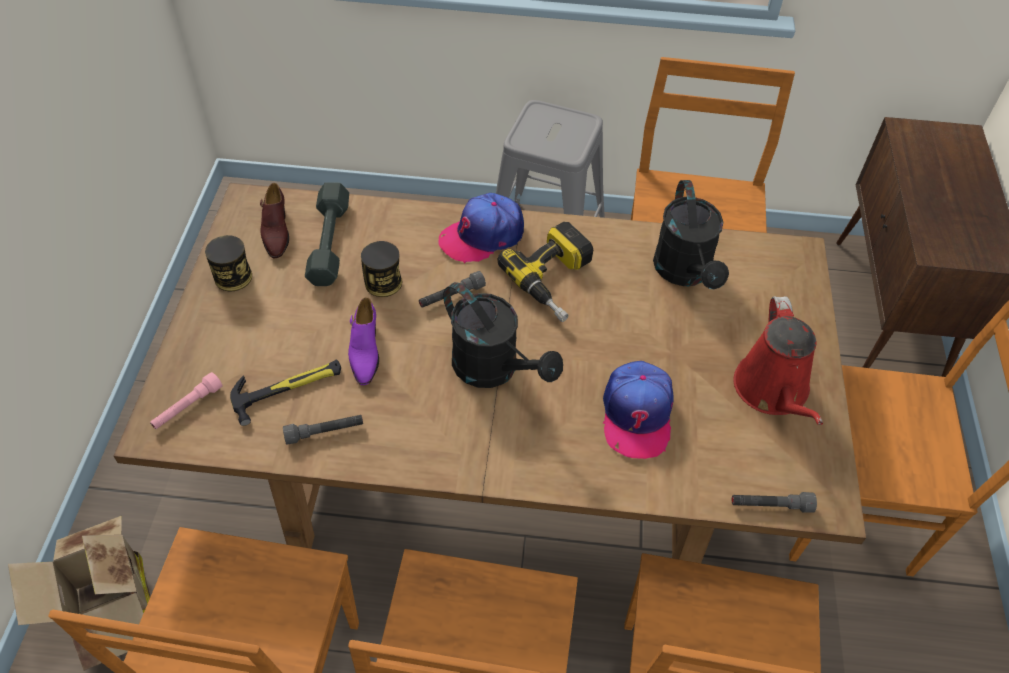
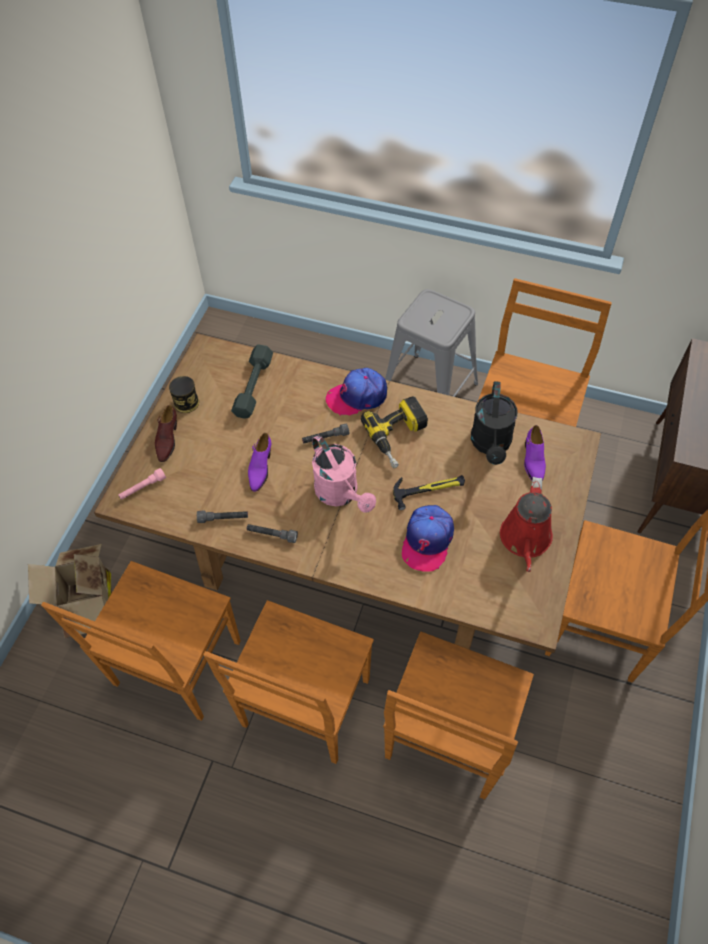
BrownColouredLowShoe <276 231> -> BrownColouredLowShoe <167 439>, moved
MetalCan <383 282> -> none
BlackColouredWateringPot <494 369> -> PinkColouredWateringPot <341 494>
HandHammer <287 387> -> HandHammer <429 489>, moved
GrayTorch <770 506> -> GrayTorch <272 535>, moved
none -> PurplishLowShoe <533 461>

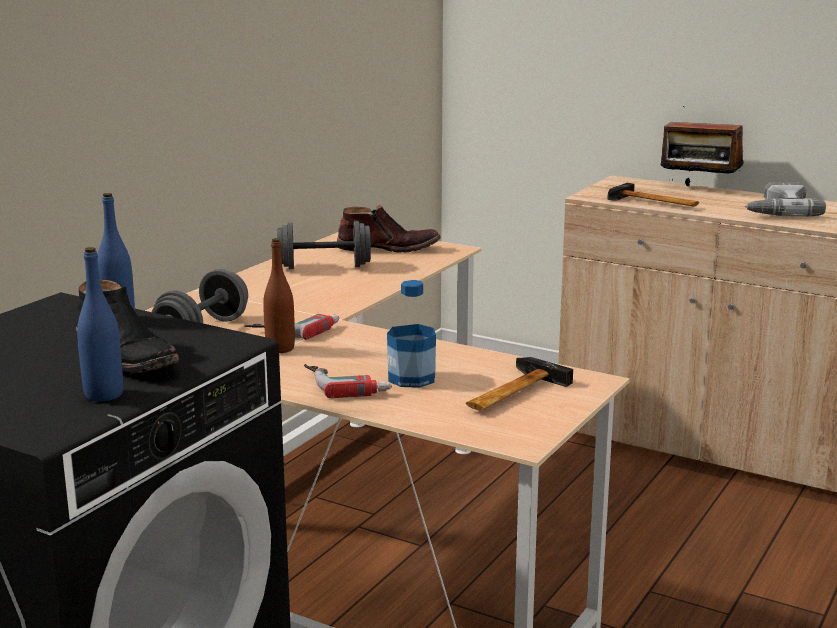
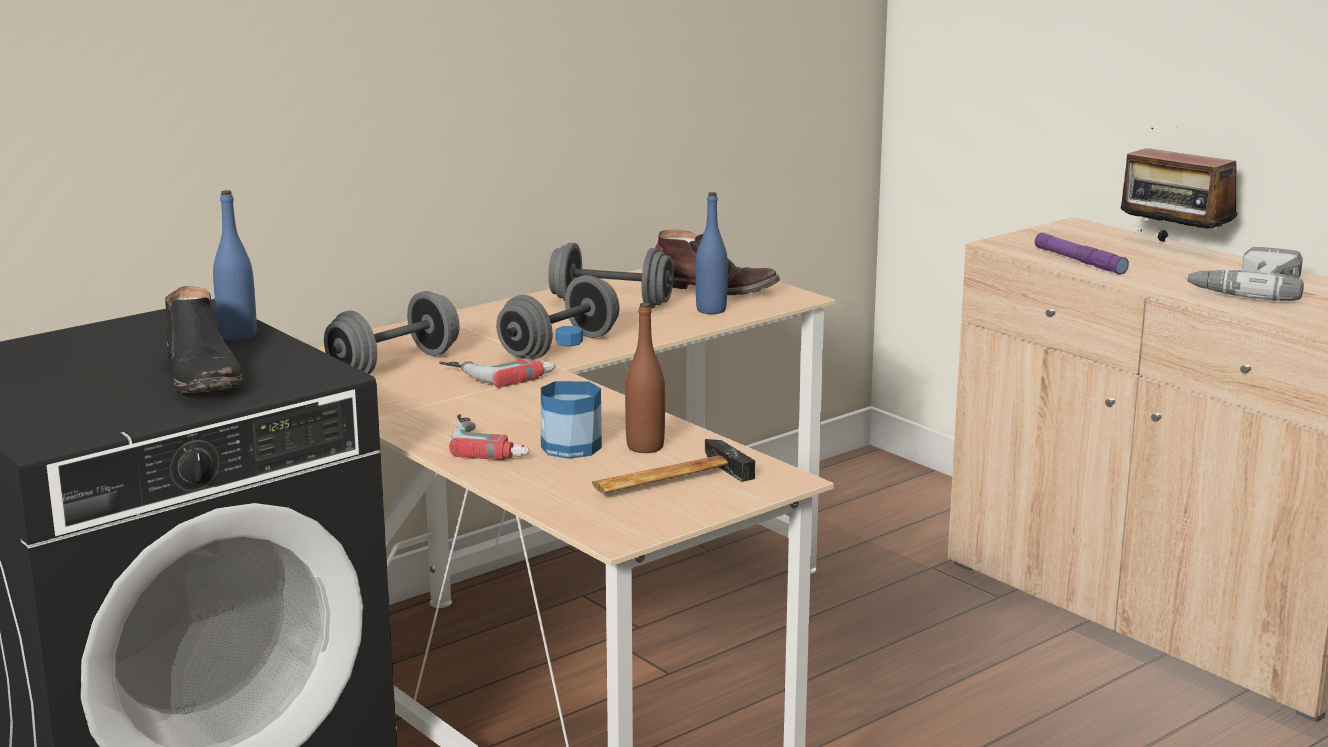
HandHammer <653 203> -> PurplishTorch <1079 261>
BrownColouredDrinkBottle <280 348> -> BrownColouredDrinkBottle <645 447>, moved
BlueDrinkBottle <104 395> -> BlueDrinkBottle <711 310>, moved
none -> GrayFreeWeight <559 347>

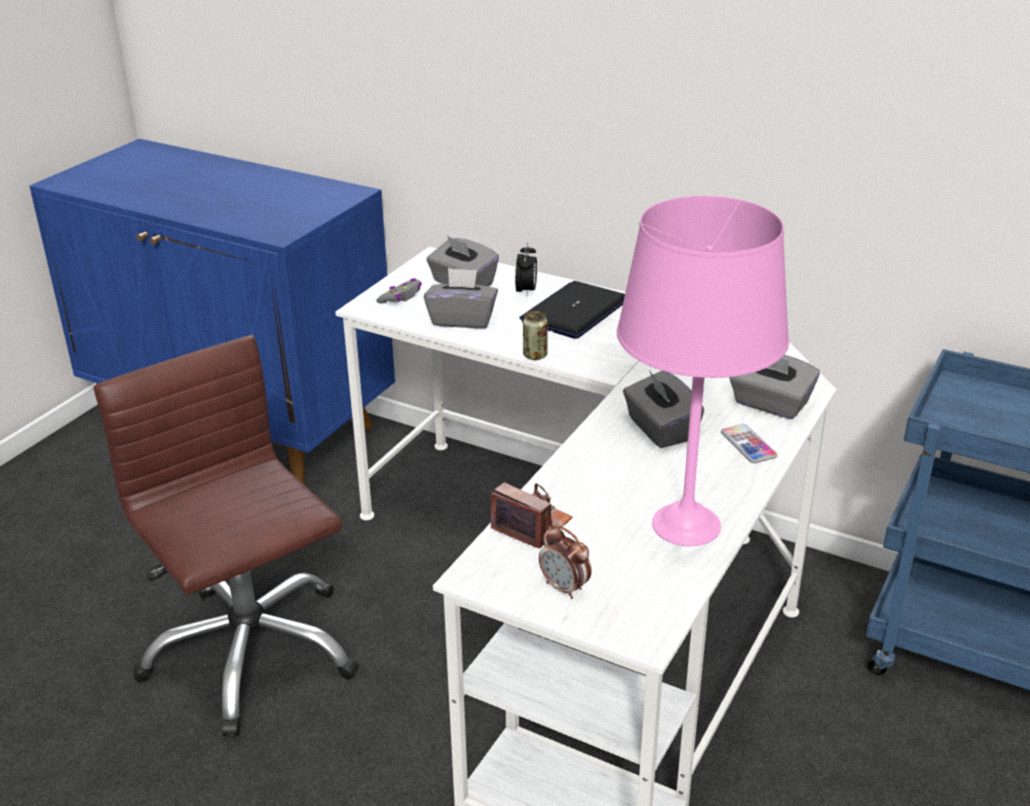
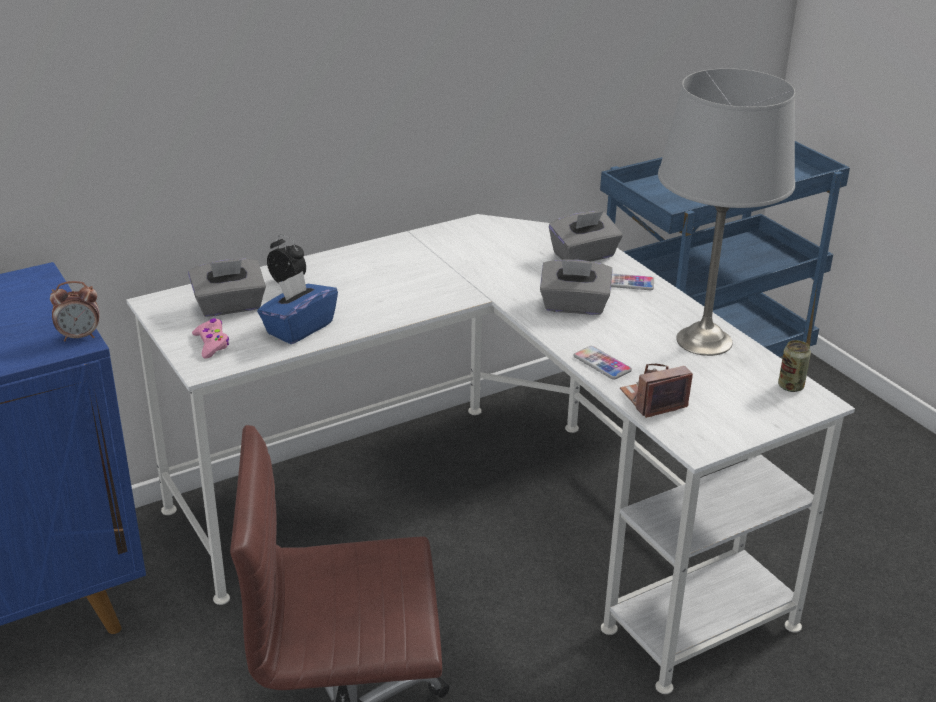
PinkColouredTableLamp <687 524> -> GrayTableLamp <704 340>
GrayTissueBox <462 320> -> BlueTissueBox <299 328>
GrayGamepad <401 297> -> PinkColouredGamepad <212 344>
NotebookComputer <574 311> -> none
MetalCan <535 355> -> MetalCan <790 386>, moved
TableClock <564 588> -> TableClock <80 336>, moved
none -> Handset <602 364>

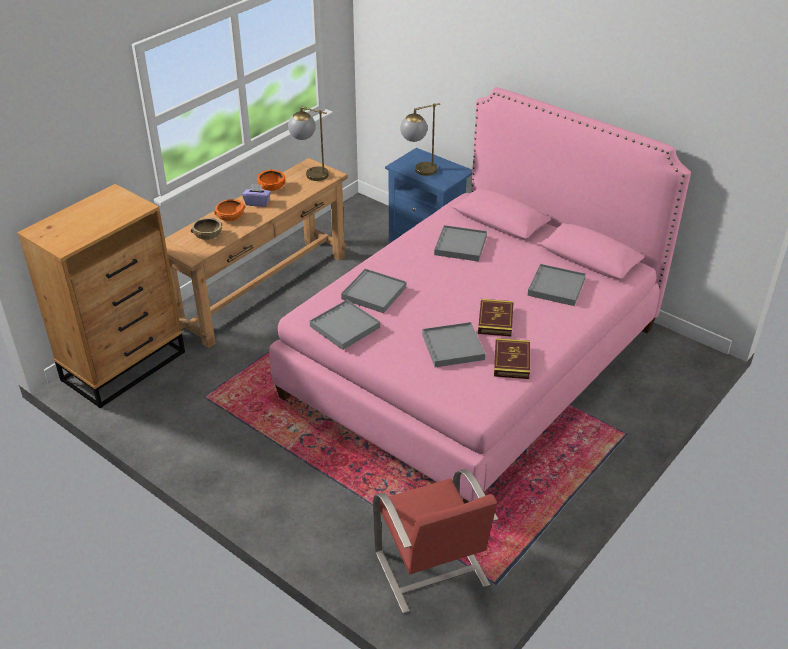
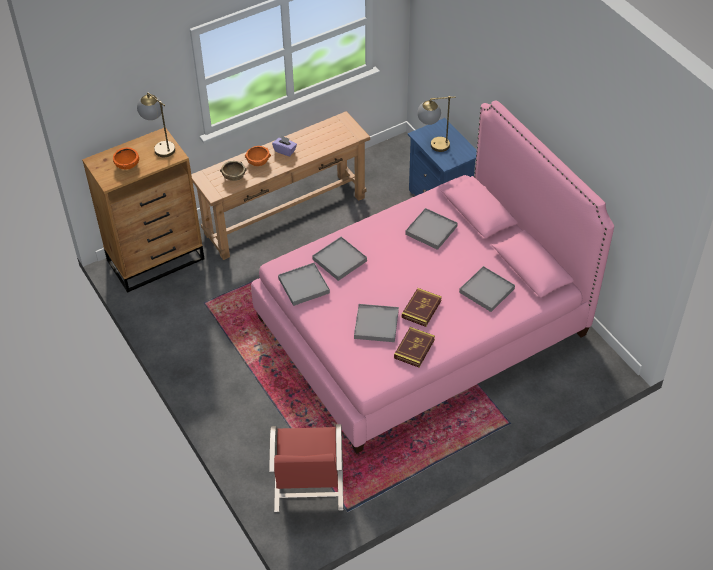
TableLamp <310 173> -> TableLamp <159 146>, moved
OrangeServingBowl <272 187> -> OrangeServingBowl <127 164>, moved

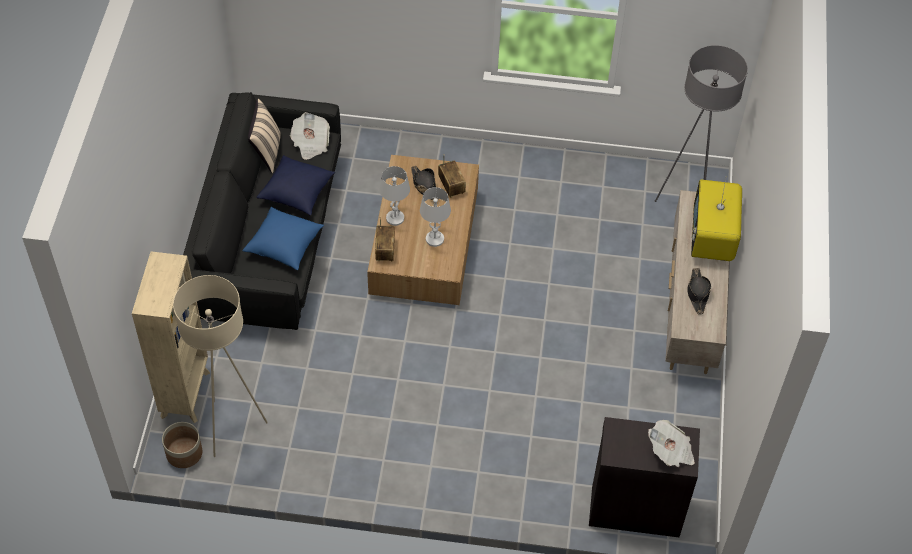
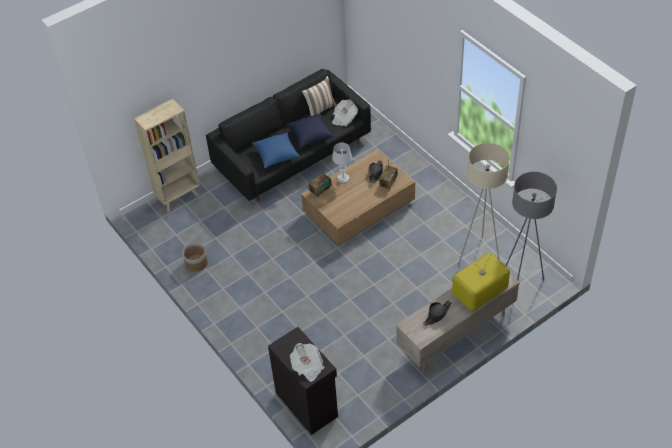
WhiteColouredTableLamp <435 239> -> none
SandColouredFloorLamp <231 427> -> SandColouredFloorLamp <479 254>, moved
Planter <184 453> -> Planter <196 263>, moved

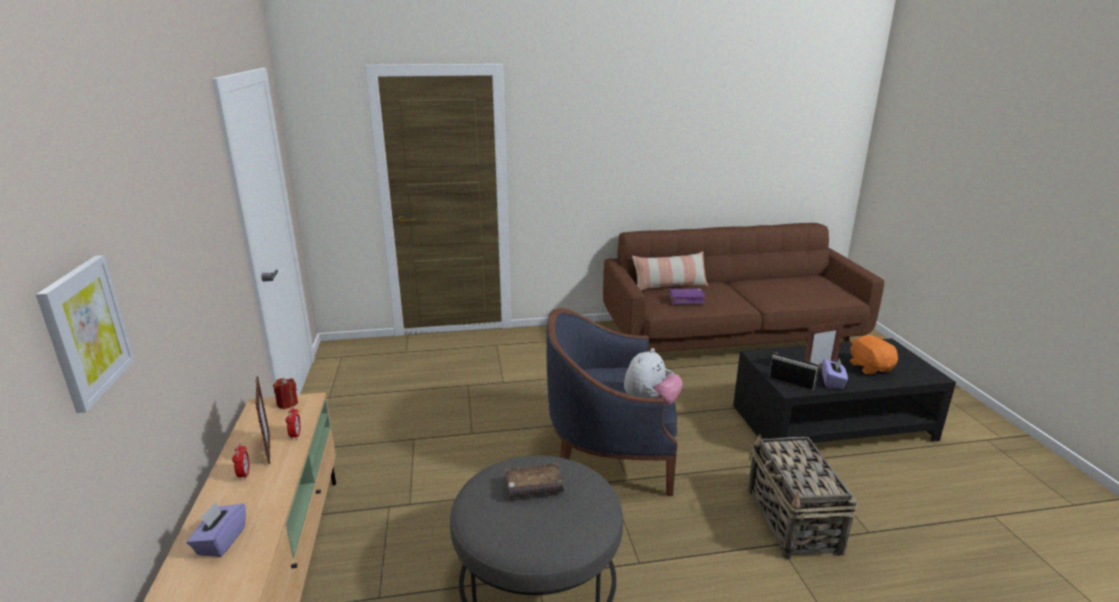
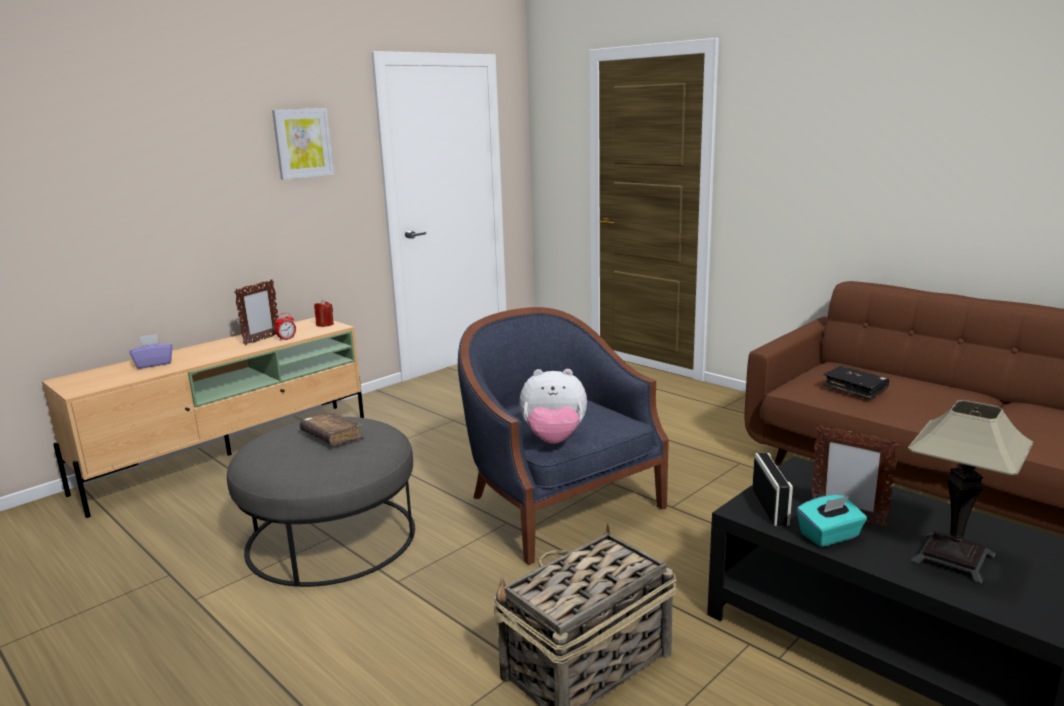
Pillow <669 286> -> none
Picture <86 331> -> Picture <302 143>, moved
PurplishBoundBook <686 300> -> BlackColouredBoundBook <855 389>
OrangeCuddlyToy <870 367> -> TableLamp <952 558>
PurplishTissueBox <832 382> -> TurquoiseTissueBox <829 536>
TableClock <244 474> -> none

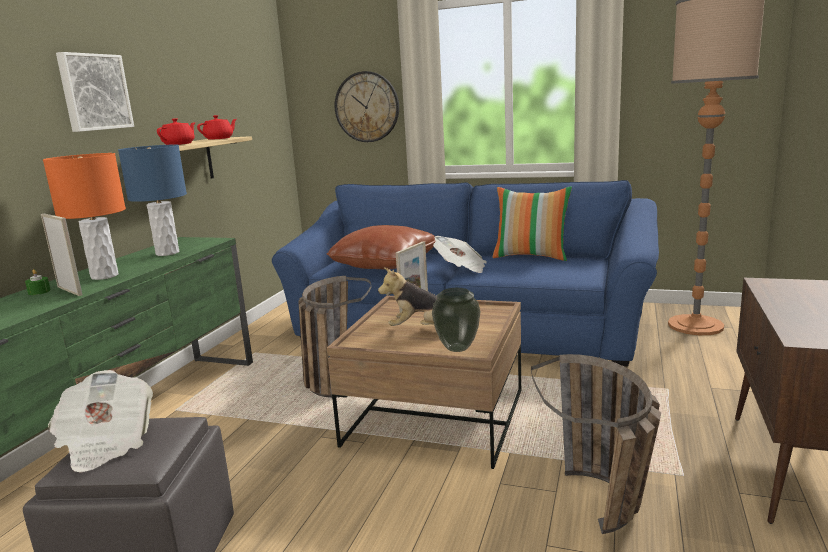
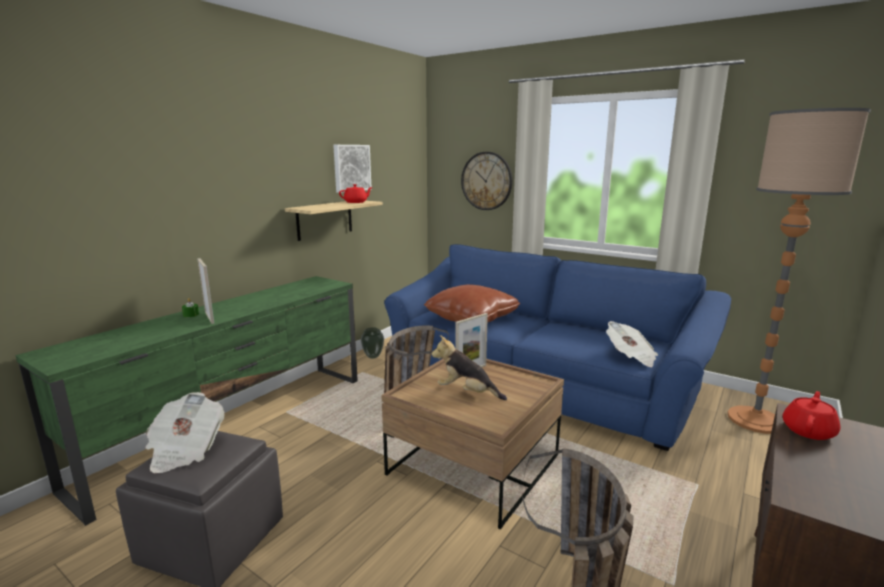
Picture <94 92> -> Picture <351 168>, moved
RedColouredPotForTea <179 144> -> RedColouredPotForTea <808 430>, moved
BlueTableLamp <167 253> -> none
OrangeTableLamp <104 276> -> none
Pillow <531 256> -> none
Newspaper <461 268> -> Newspaper <630 357>, moved
FlowerVase <458 348> -> FlowerVase <373 356>, moved

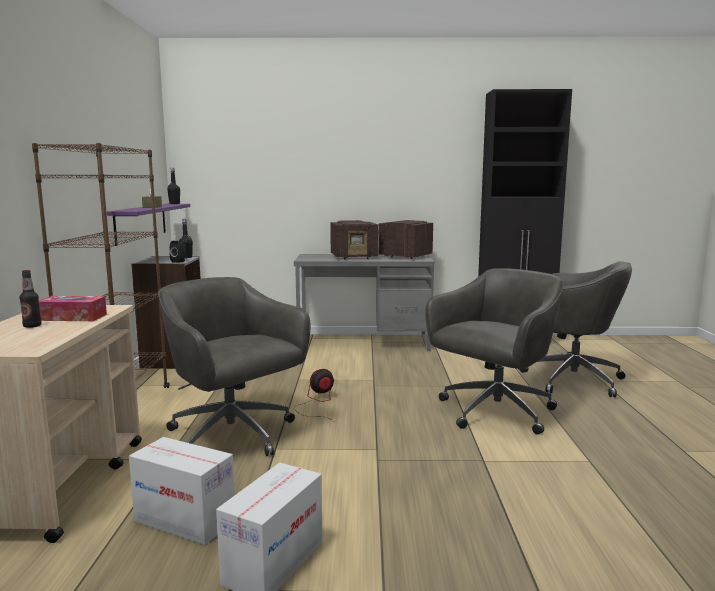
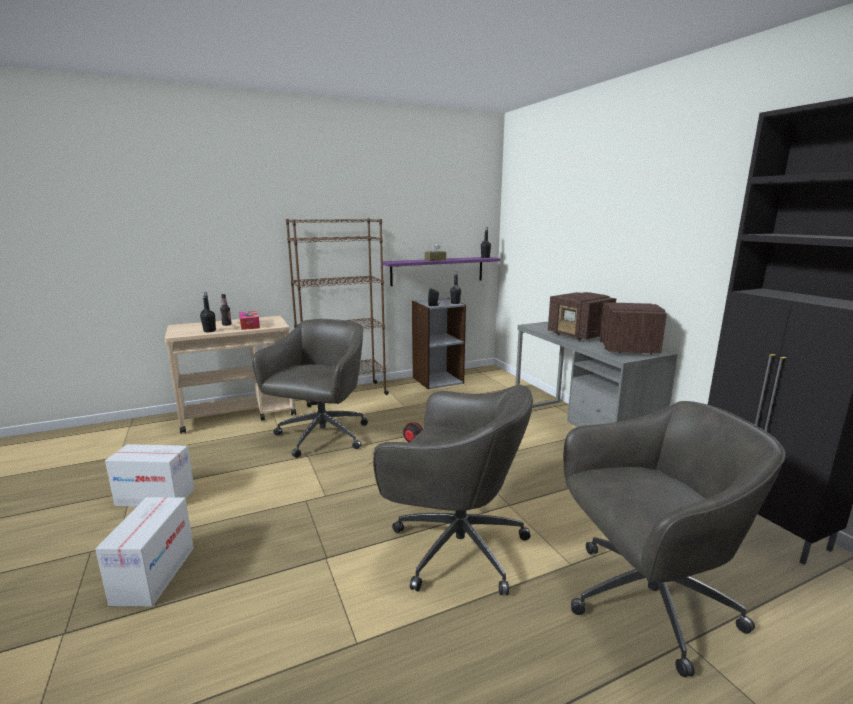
GrayComputerChair <569 379> -> GrayComputerChair <645 601>, 105 degrees counterclockwise
PackingBox <184 520> -> PackingBox <154 575>, moved
none -> BlackColouredDrinkBottle <209 331>

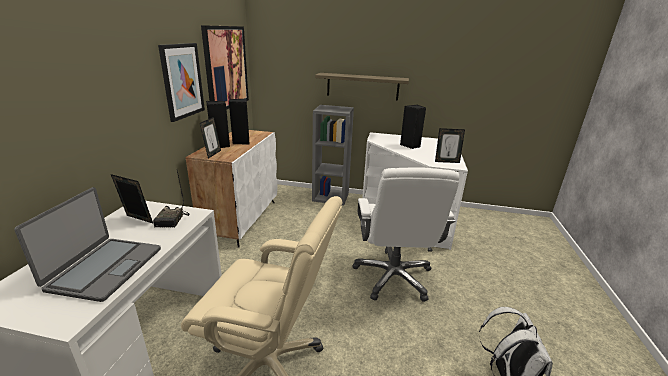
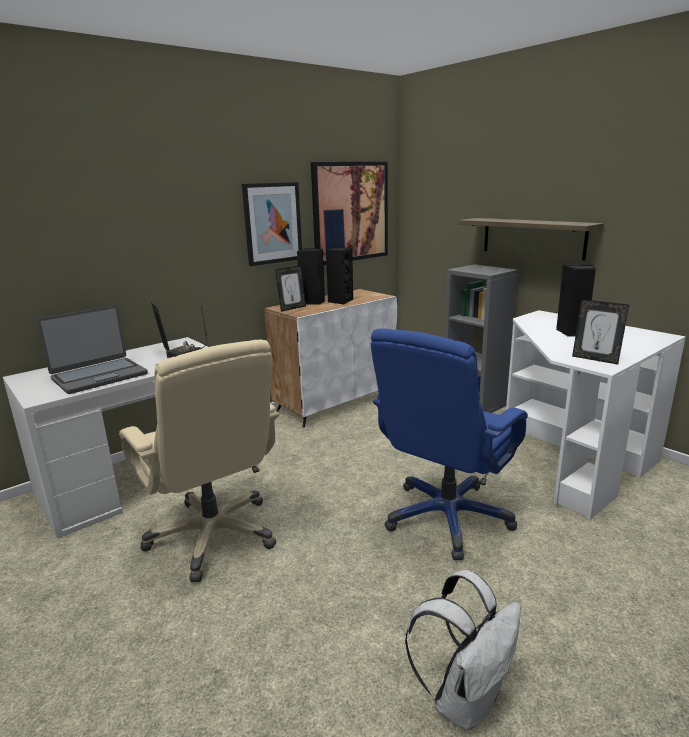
WhiteColouredComputerChair <393 277> -> BlueComputerChair <447 517>

